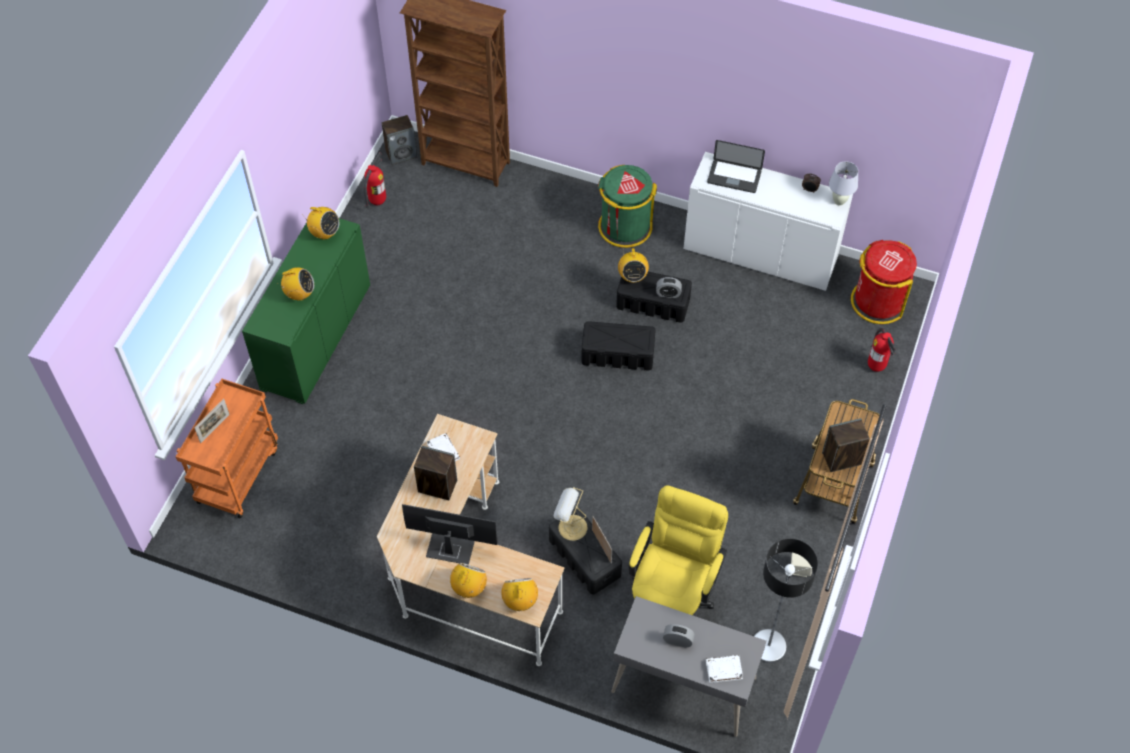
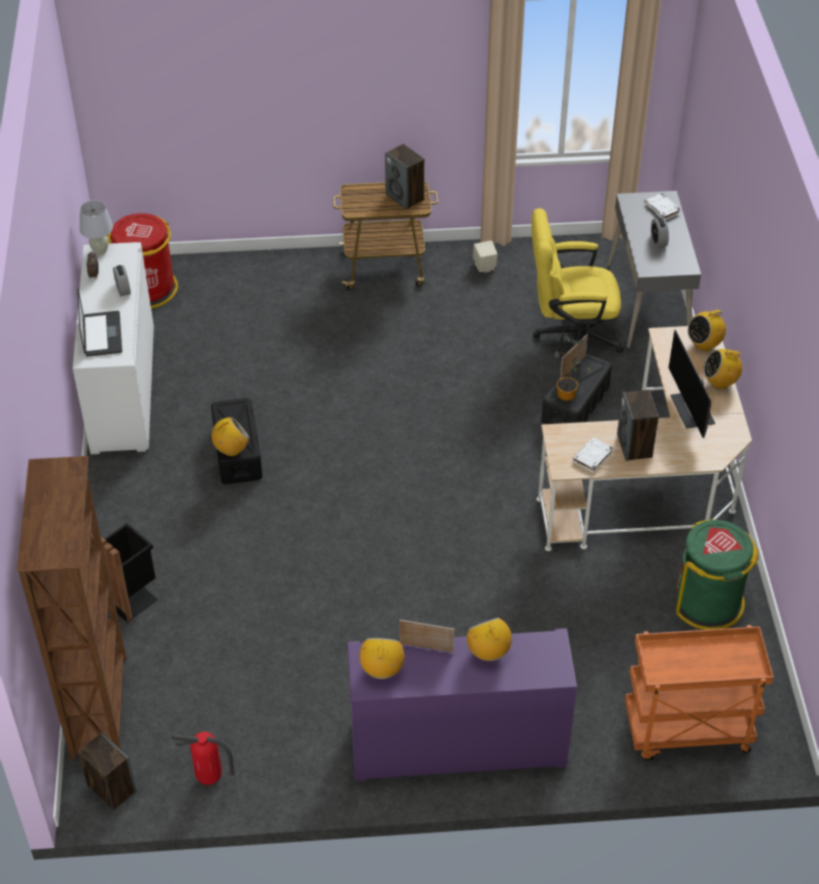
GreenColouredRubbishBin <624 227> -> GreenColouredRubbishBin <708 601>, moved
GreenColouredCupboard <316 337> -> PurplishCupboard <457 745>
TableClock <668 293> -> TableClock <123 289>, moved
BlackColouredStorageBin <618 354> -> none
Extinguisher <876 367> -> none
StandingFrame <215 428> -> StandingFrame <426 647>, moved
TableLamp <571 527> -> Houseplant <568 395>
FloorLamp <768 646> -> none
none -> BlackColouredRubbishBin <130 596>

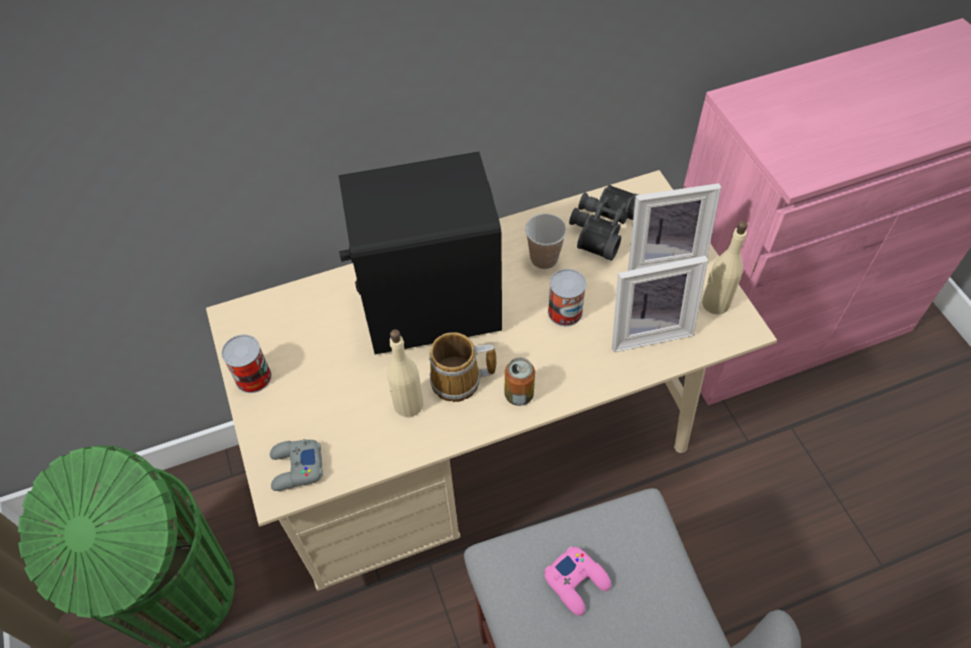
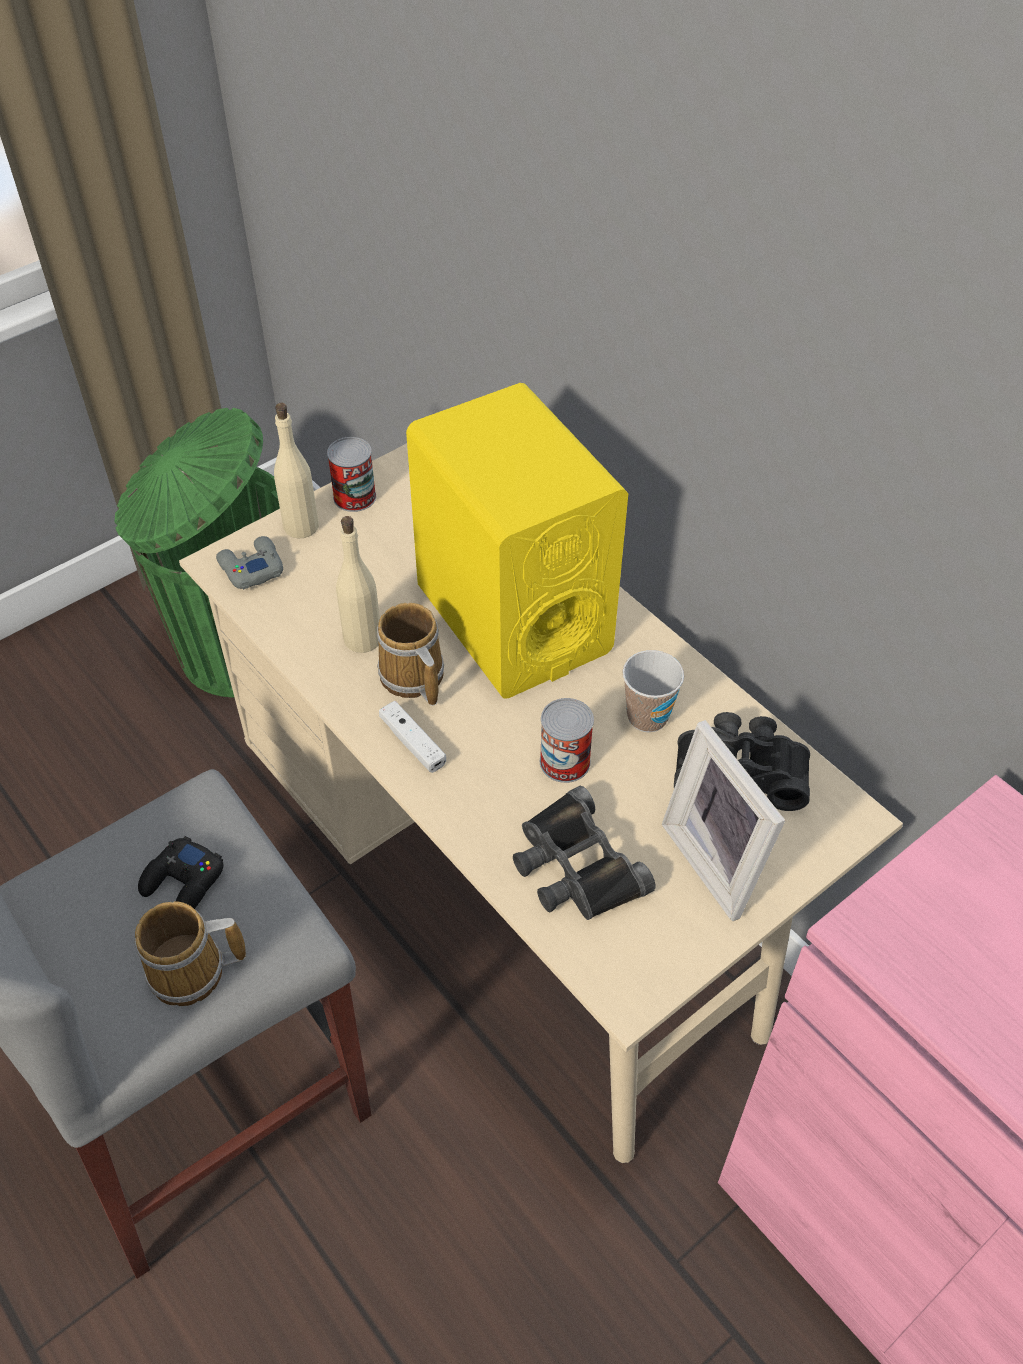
BlackColouredAudioSpeaker <429 307> -> YellowishAudioSpeaker <512 619>
SandColouredDrinkBottle <715 303> -> SandColouredDrinkBottle <301 526>, moved
StandingFrame <647 329> -> BlackColouredFieldGlasses <575 866>
MetalCan <519 394> -> WhiteColouredGamepad <413 743>
PinkColouredGamepad <577 582> -> BlackColouredGamepad <183 882>
none -> CoffeeMug <192 973>

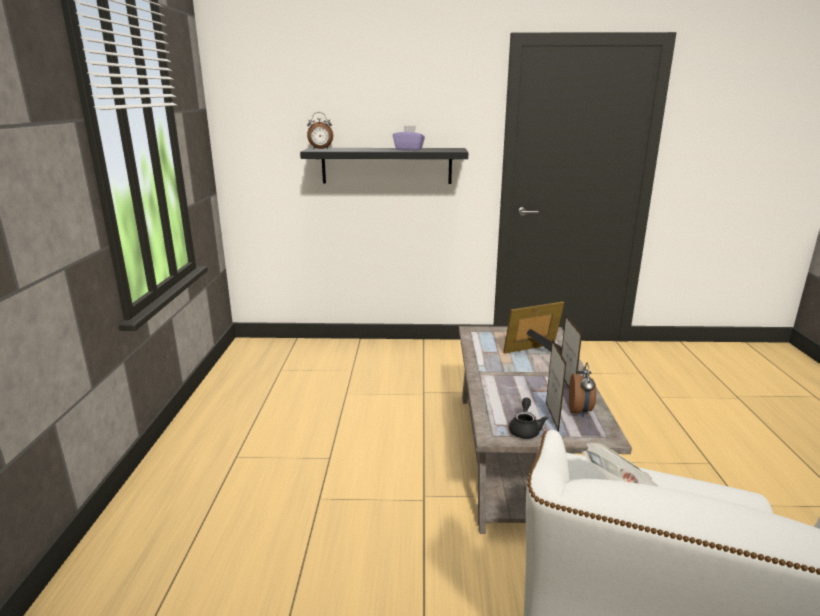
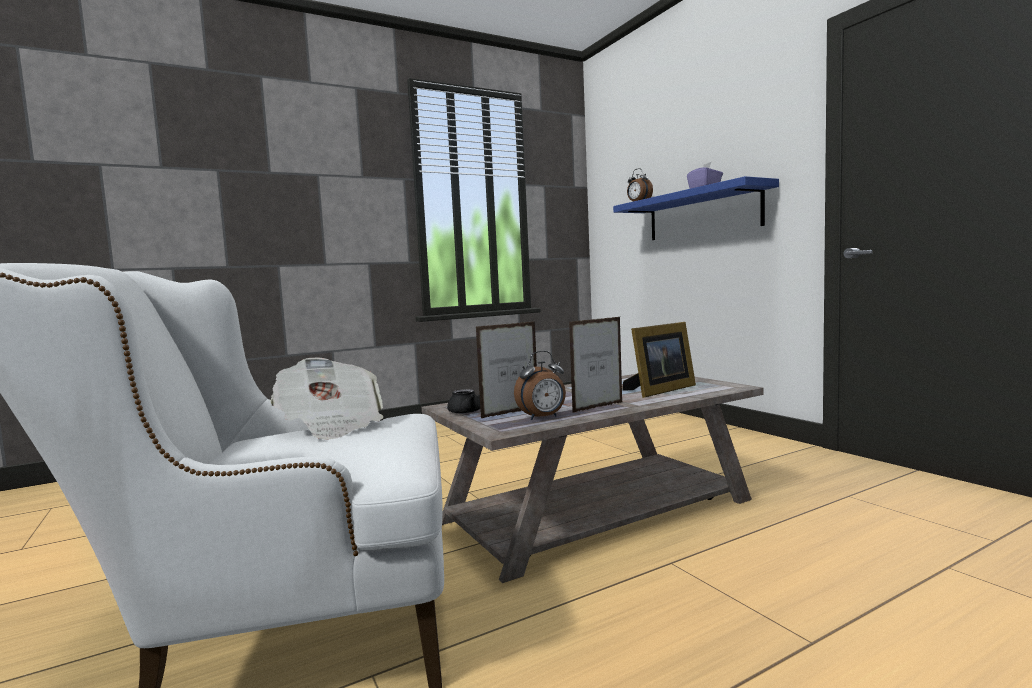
BlackColouredWallShelf <386 165> -> BlueWallShelf <702 214>
StandingFrame <535 351> -> StandingFrame <659 390>, 105 degrees clockwise

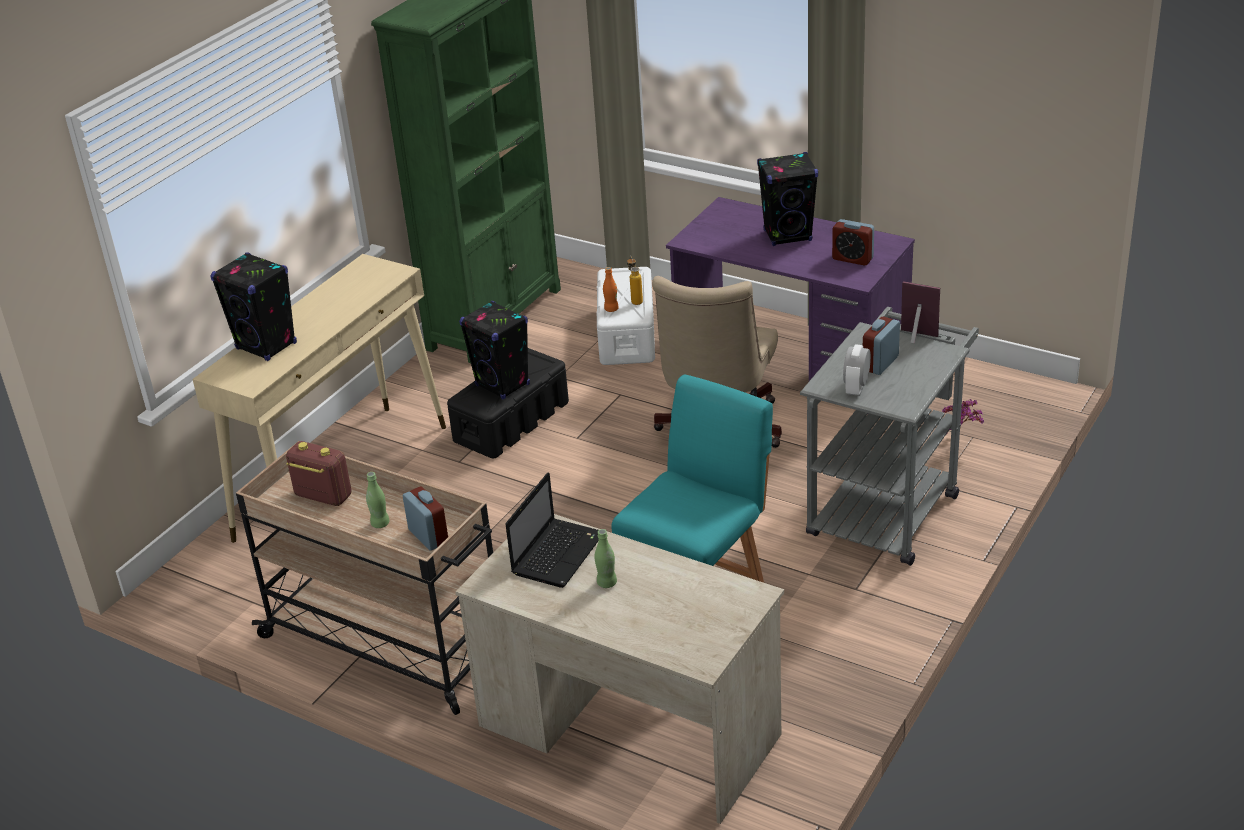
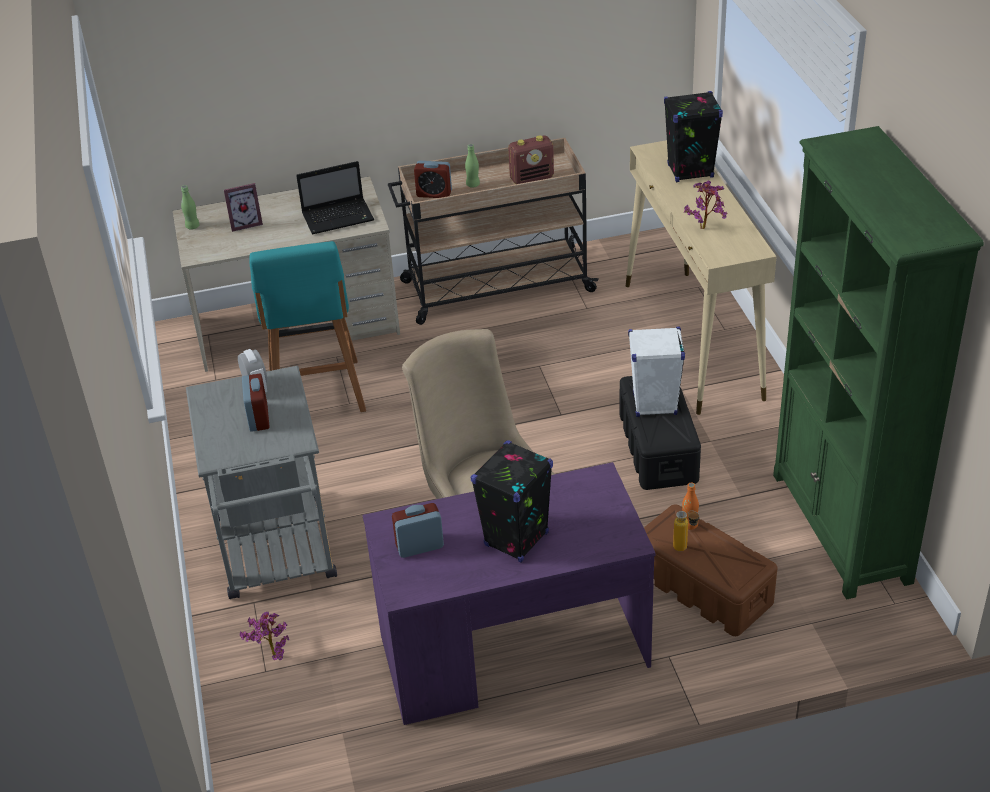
WhiteColouredStorageBin <627 335> -> BrownColouredStorageBin <702 587>
StandingFrame <916 338> -> StandingFrame <245 223>, moved
BlackColouredAudioSpeaker <503 385> -> WhiteColouredAudioSpeaker <654 404>
NotebookComputer <558 553> -> NotebookComputer <339 217>, 90 degrees counterclockwise
GreenColouredDrinkBottle <607 583> -> GreenColouredDrinkBottle <192 226>, moved
none -> Houseplant <705 227>

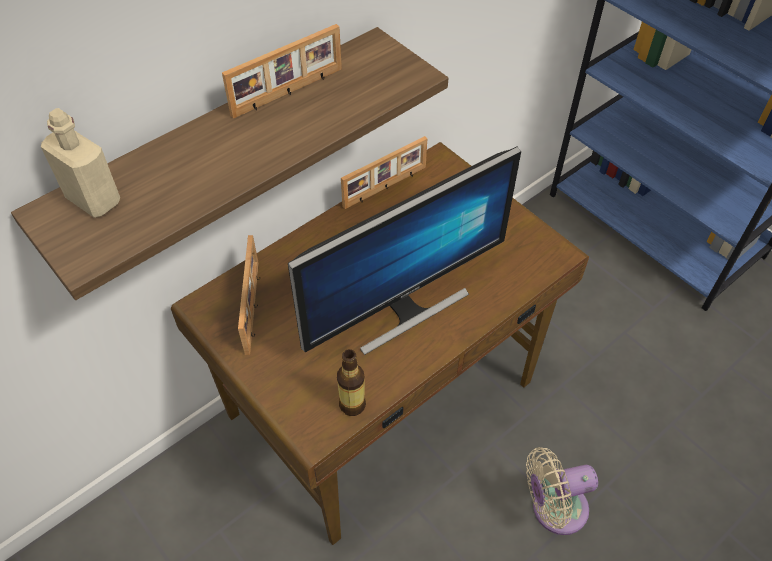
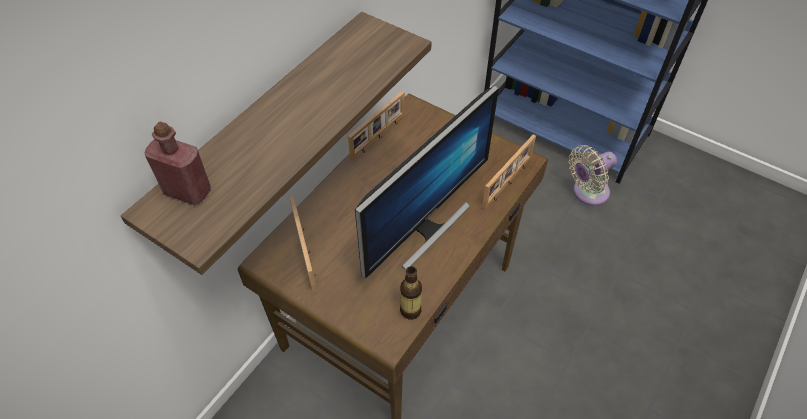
StandingFrame <288 93> -> StandingFrame <508 183>, moved
SandColouredDrinkBottle <93 200> -> RedColouredDrinkBottle <188 191>
SandColouredFan <553 509> -> SandColouredFan <587 193>, moved

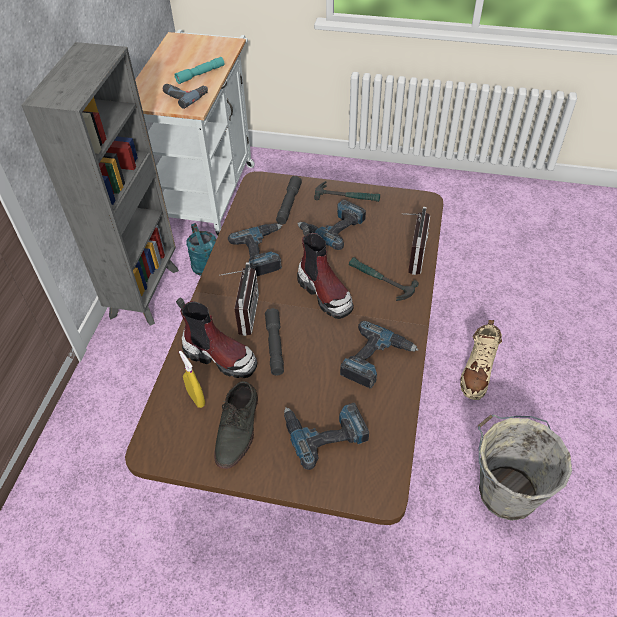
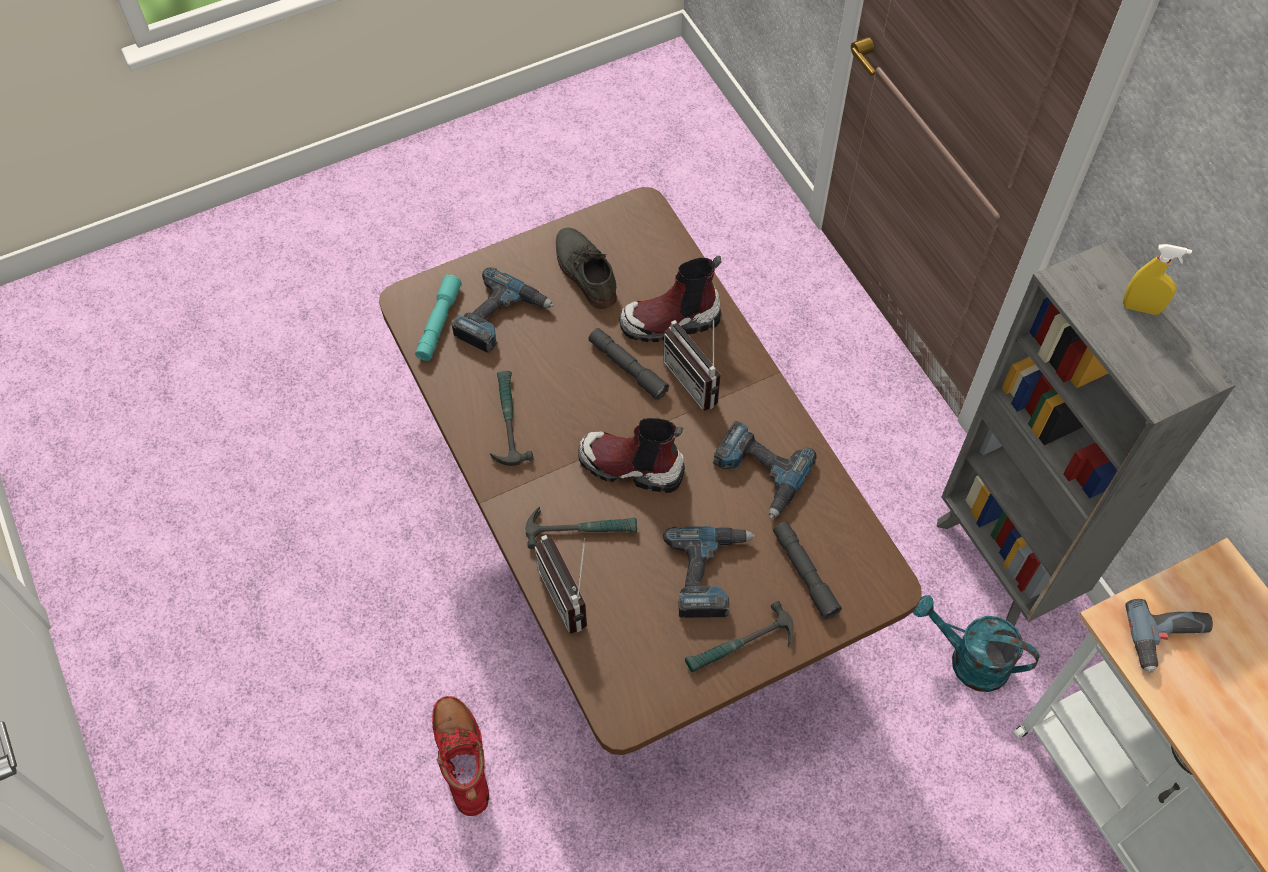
TurquoiseTorch <200 74> -> TurquoiseTorch <439 323>, moved
SandColouredTallBoot <477 372> -> RedColouredTallBoot <462 757>
Drill <376 360> -> HandHammer <507 421>
YellowishSprayBottle <196 398> -> YellowishSprayBottle <1141 308>, moved
GrayWaterBucket <505 491> -> none

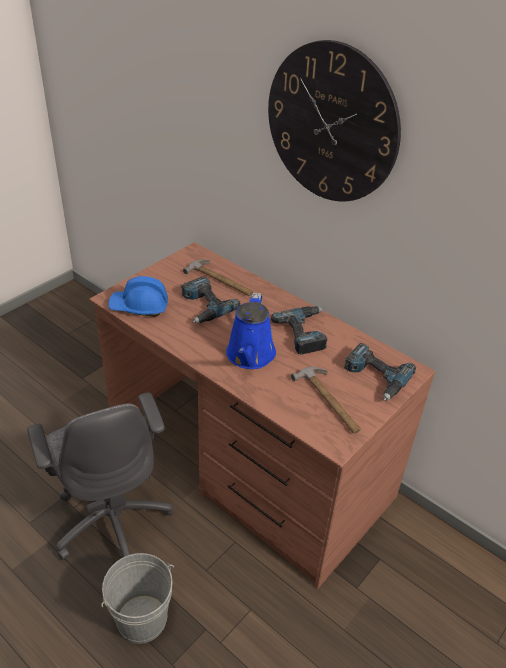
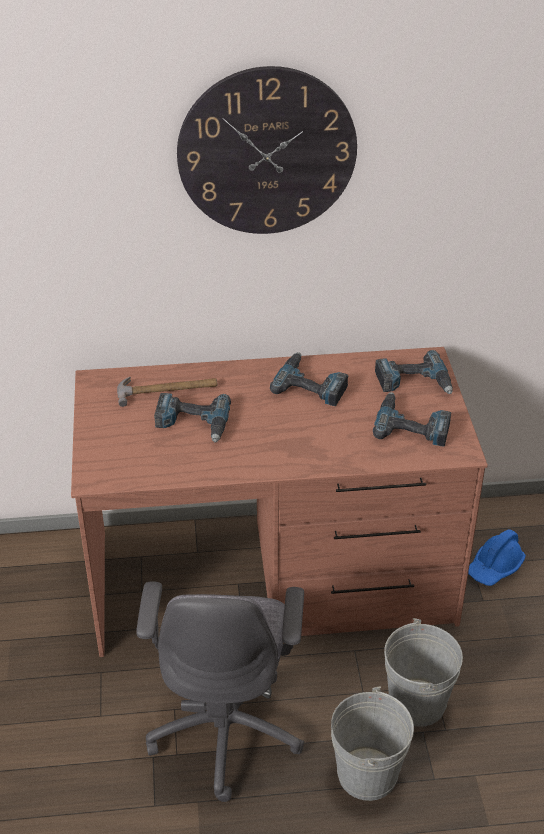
BlueWorkHelmet <139 307> -> BlueWorkHelmet <495 567>, moved
BlueWateringPot <250 356> -> none
HandHammer <329 401> -> Drill <412 425>
GrayComputerChair <112 518> -> GrayComputerChair <226 729>, 75 degrees clockwise
none -> GrayWaterBucket <417 702>

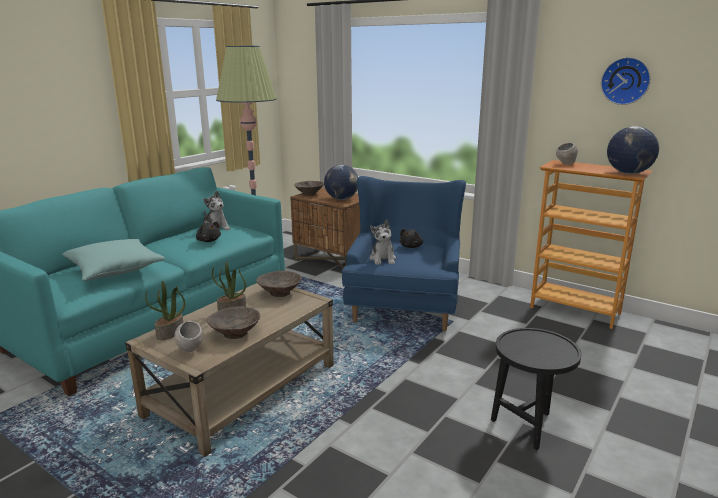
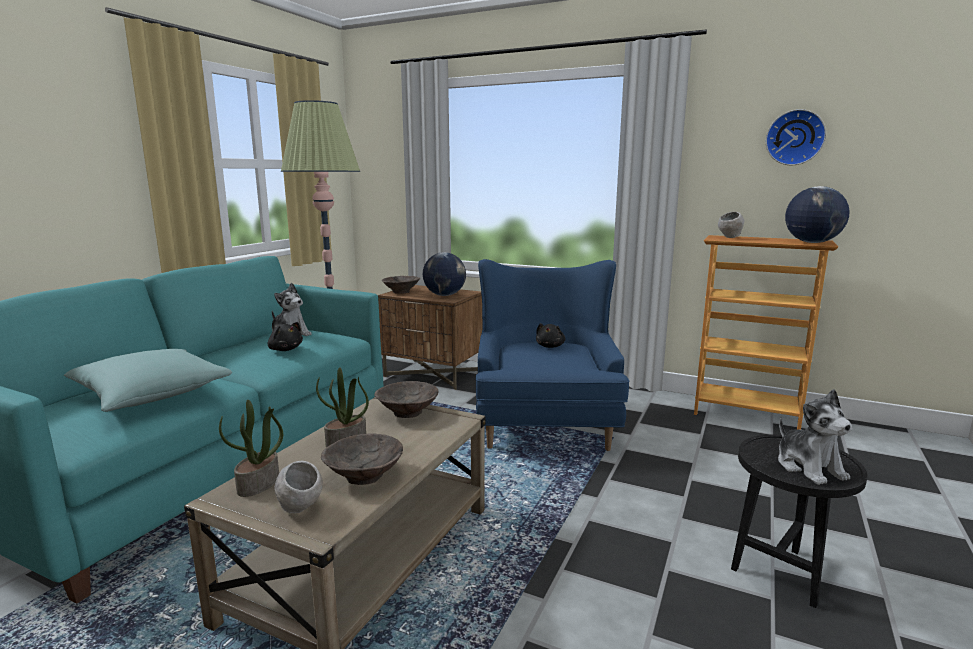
CuddlyToy <383 259> -> CuddlyToy <809 467>, moved

